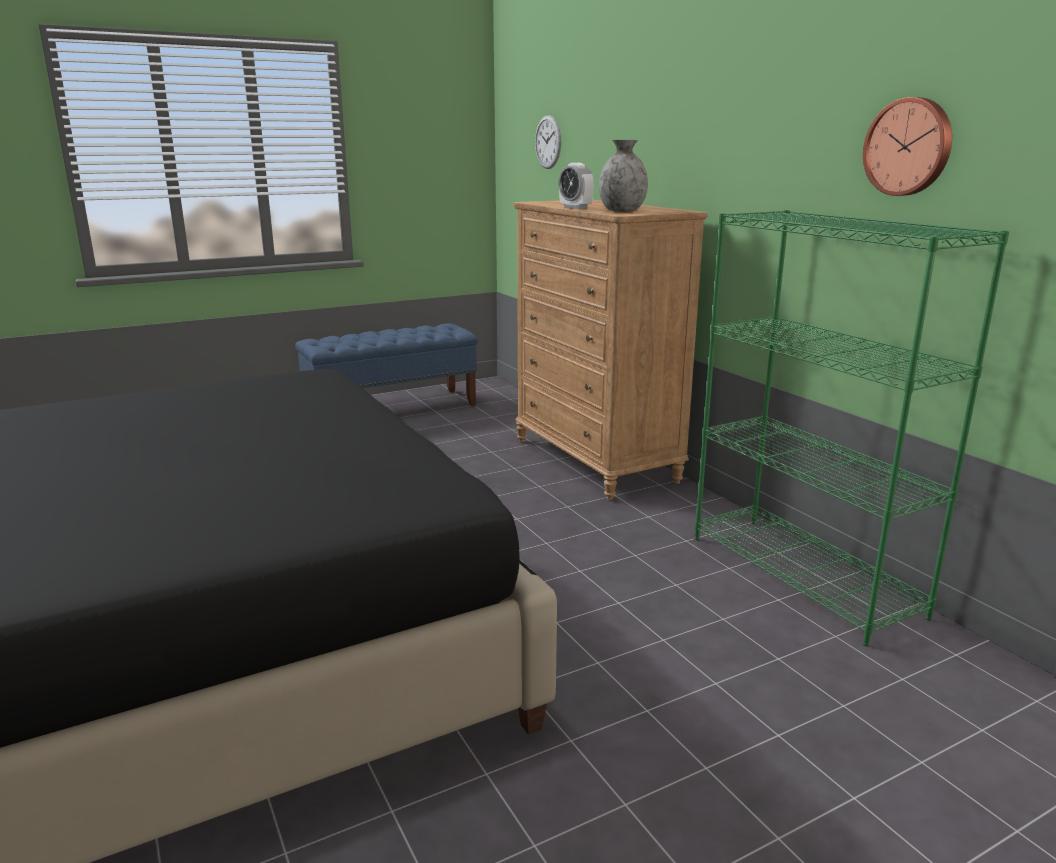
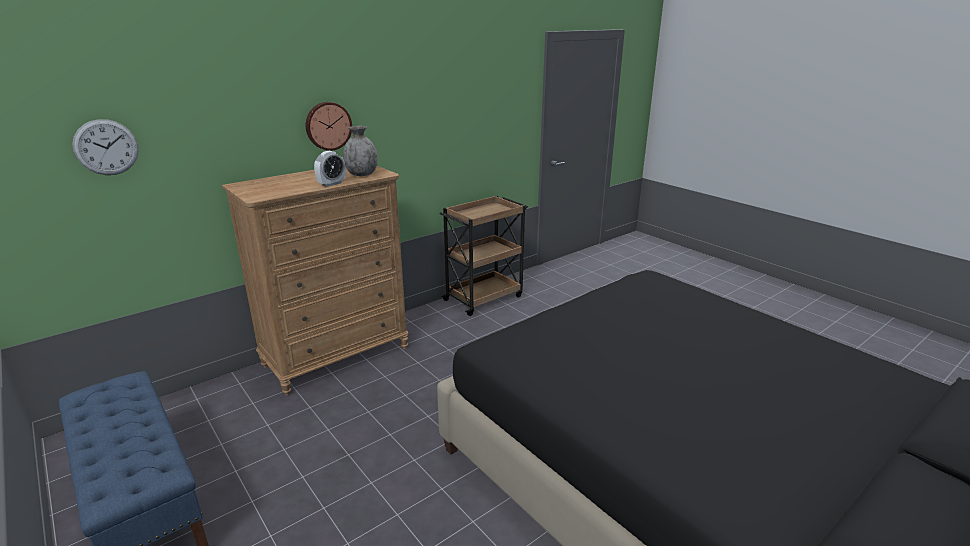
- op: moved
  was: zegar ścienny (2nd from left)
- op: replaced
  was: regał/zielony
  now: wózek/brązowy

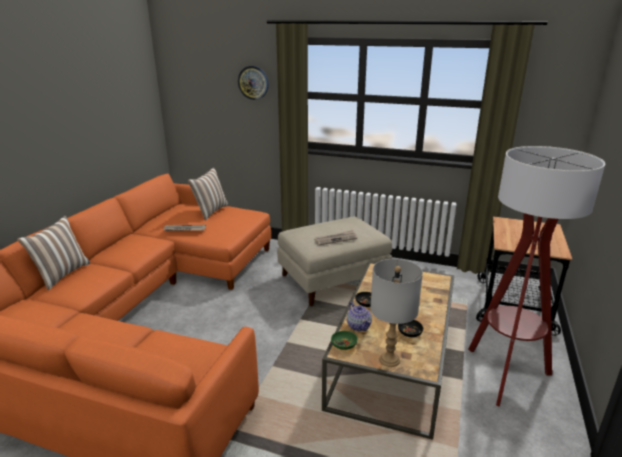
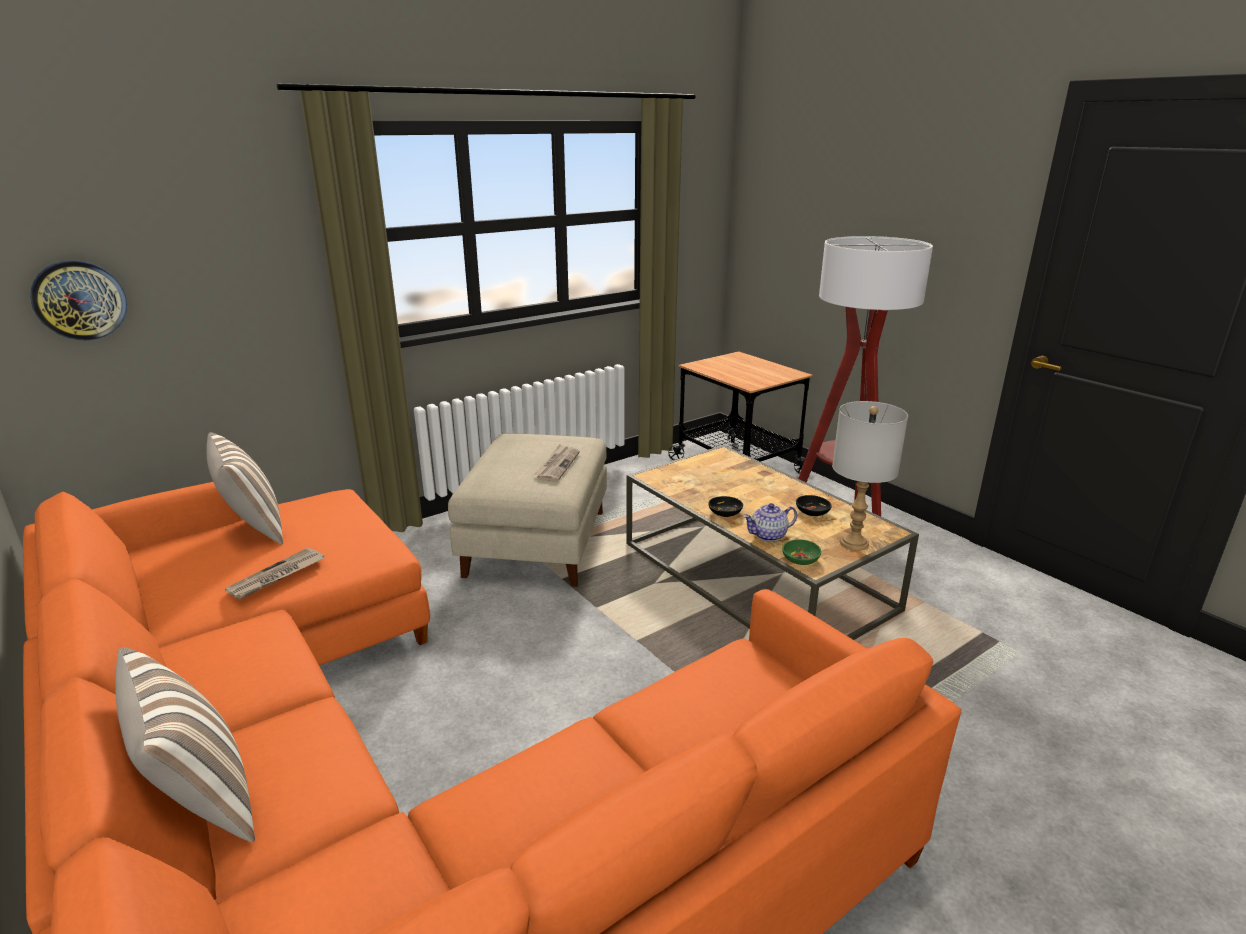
- op: moved
  was: zegar ścienny
- op: turned
  was: imbryk
  clockwise: 150

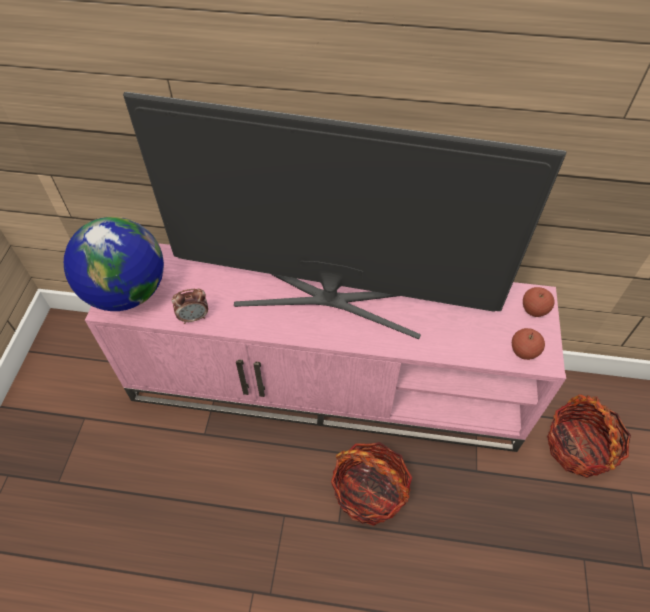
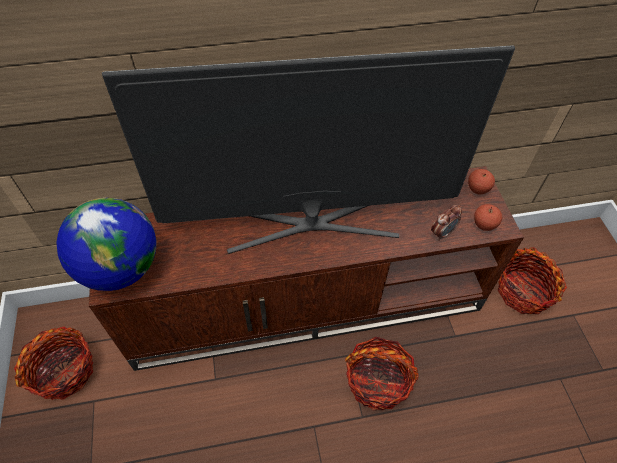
- op: added
  now: koszyk (1st from left)
- op: recoloured
  was: szafka pod telewizor/różowy
  now: szafka pod telewizor/brązowy
- op: moved
  was: budzik

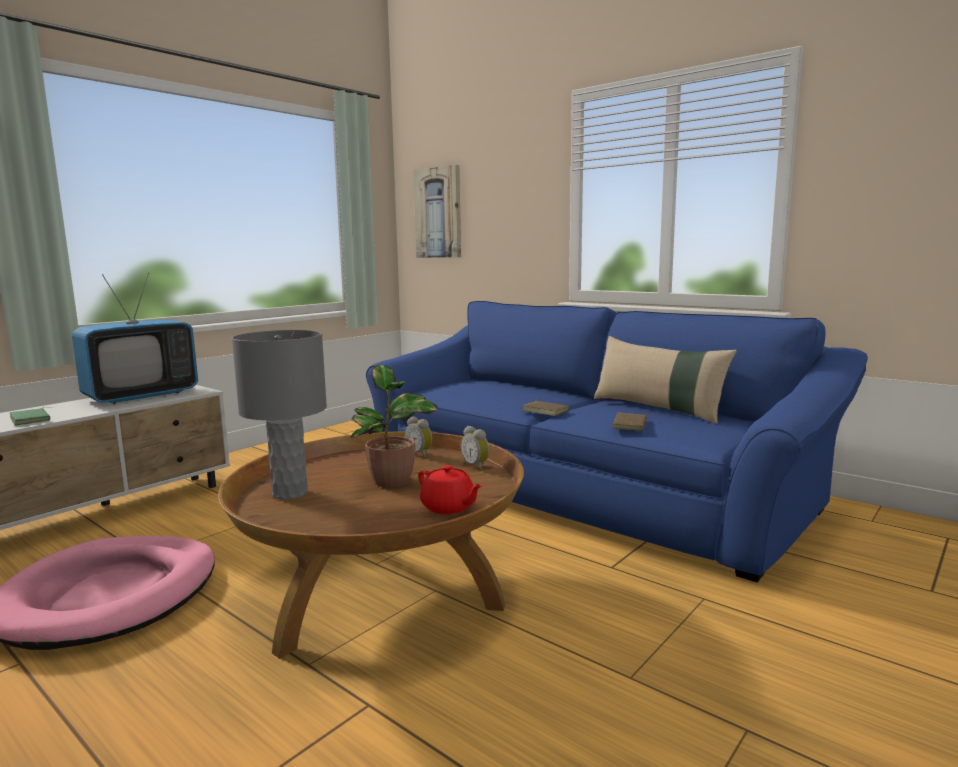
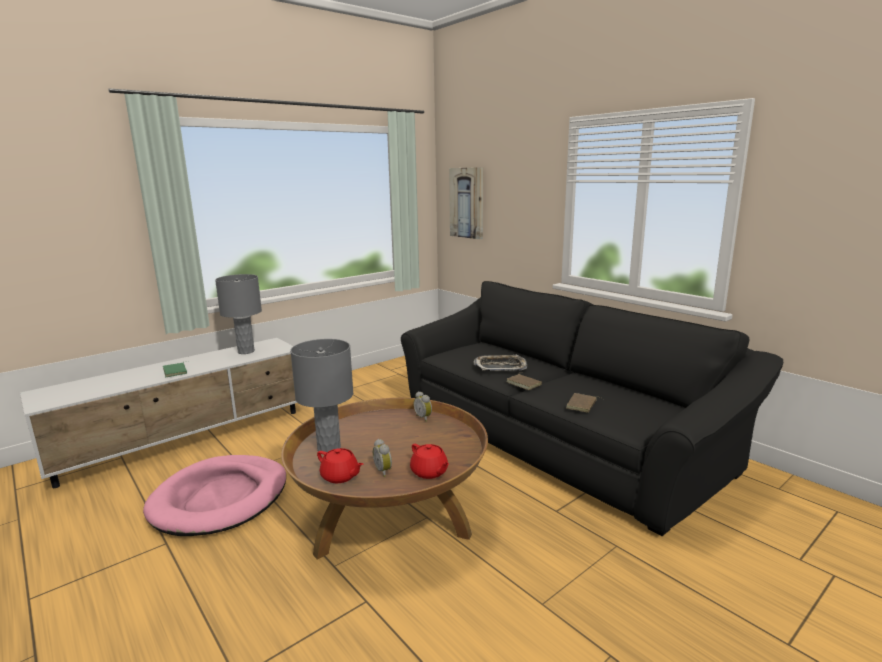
- op: replaced
  was: telewizor
  now: lampa stołowa/szary (1st from left)
- op: added
  now: imbryk/czerwony (1st from left)
- op: moved
  was: budzik (2nd from left in the first image)
  now: budzik (1st from left)
- op: recoloured
  was: kanapa/niebieski
  now: kanapa/czarny
- op: added
  now: taca
- op: removed
  was: roślina doniczkowa
- op: removed
  was: poduszka/beżowy

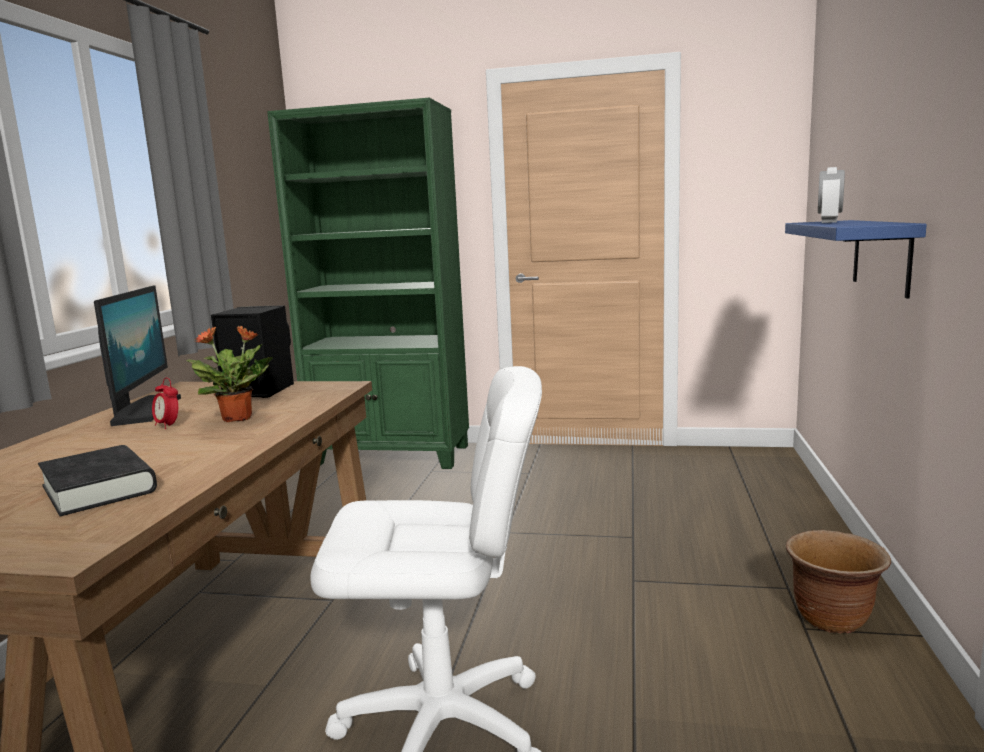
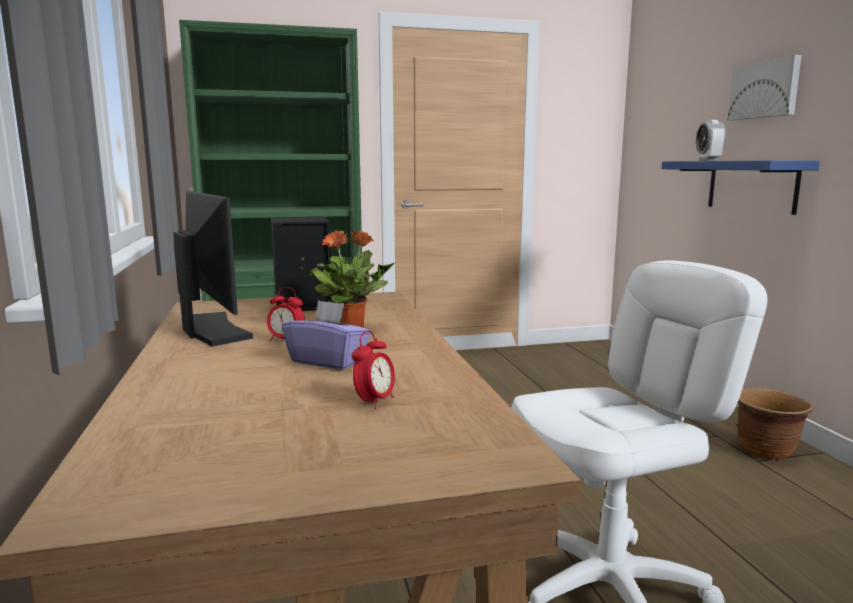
- op: added
  now: pudełko chusteczek/fioletowy
- op: replaced
  was: książka/czarny
  now: budzik (2nd from left)
- op: added
  now: obraz

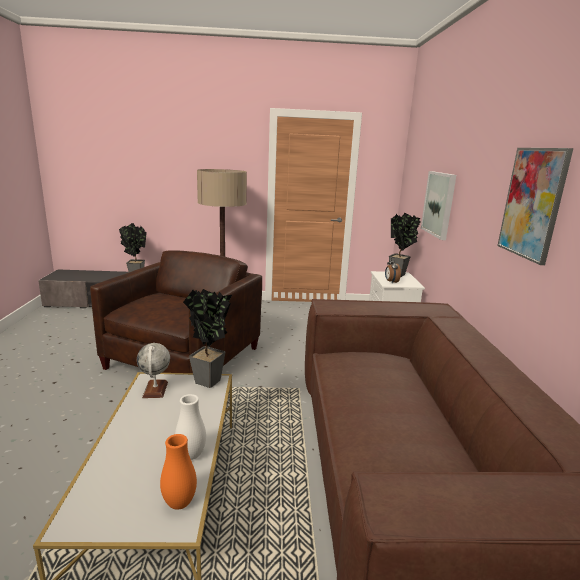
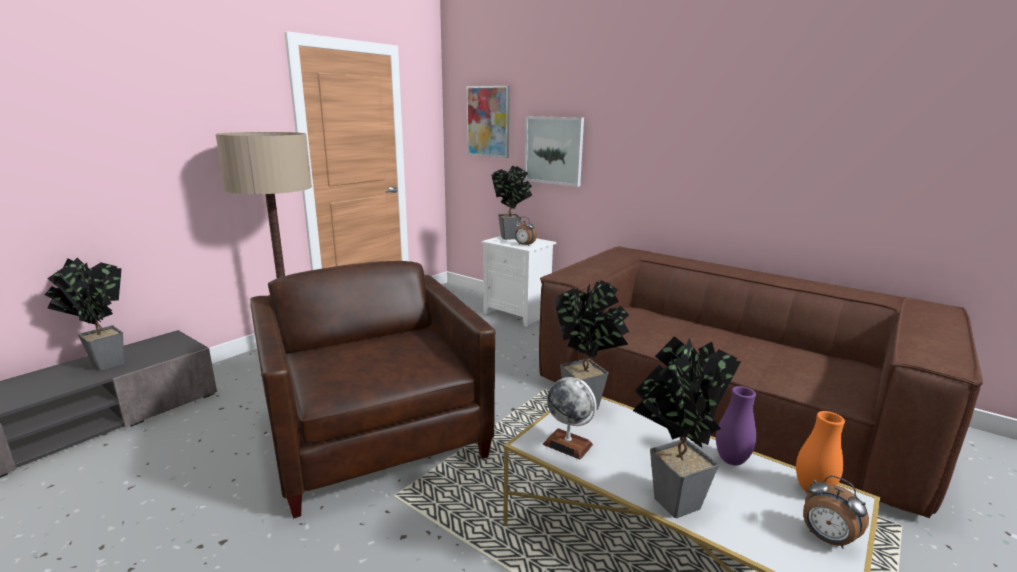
- op: moved
  was: obraz (2nd from left in the first image)
  now: obraz (1st from left)
- op: added
  now: roślina doniczkowa (4th from left)
- op: recoloured
  was: wazon/biały
  now: wazon/fioletowy
- op: added
  now: budzik (2nd from left)

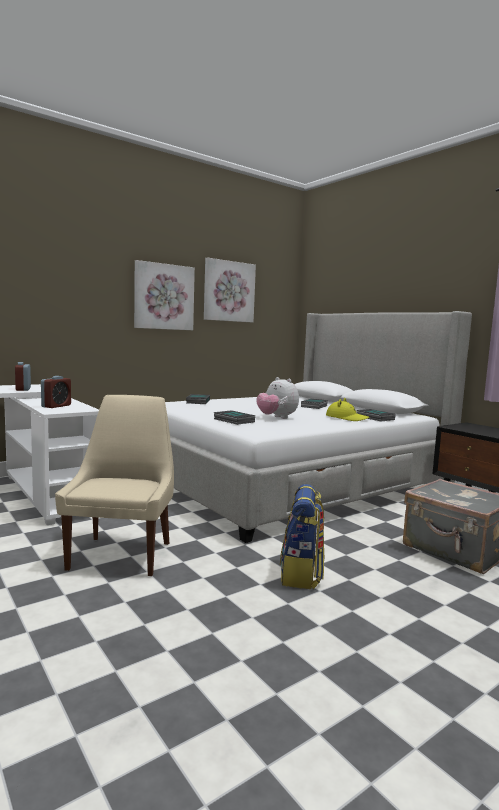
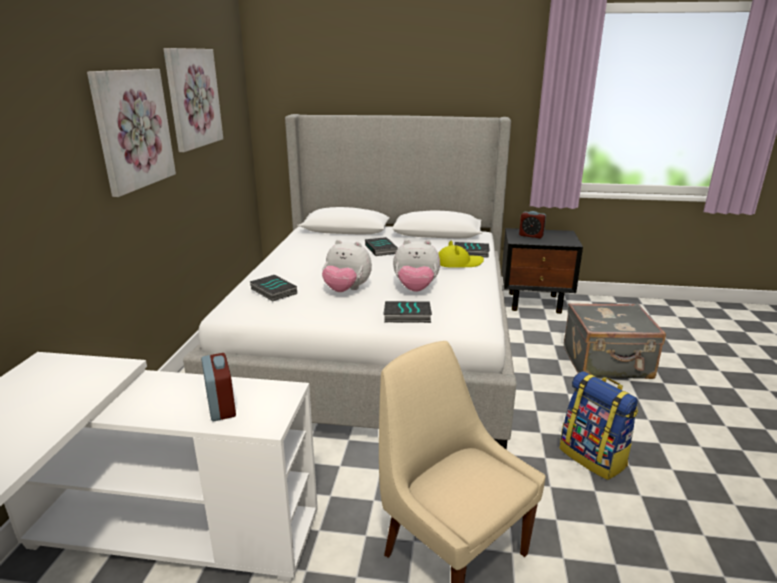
- op: added
  now: pluszak (1st from left)
- op: moved
  was: budzik (1st from left in the first image)
  now: budzik (2nd from left)

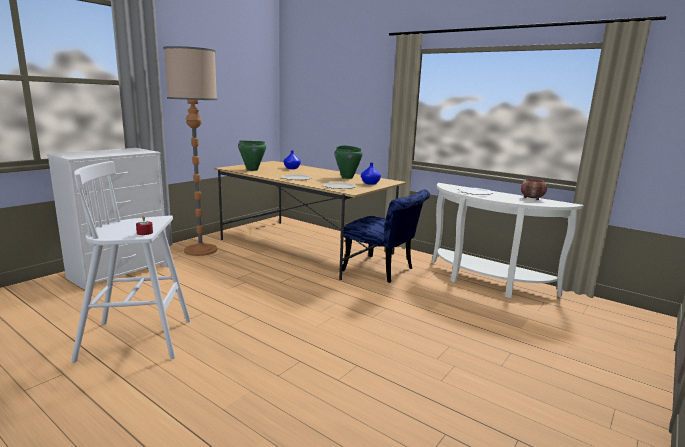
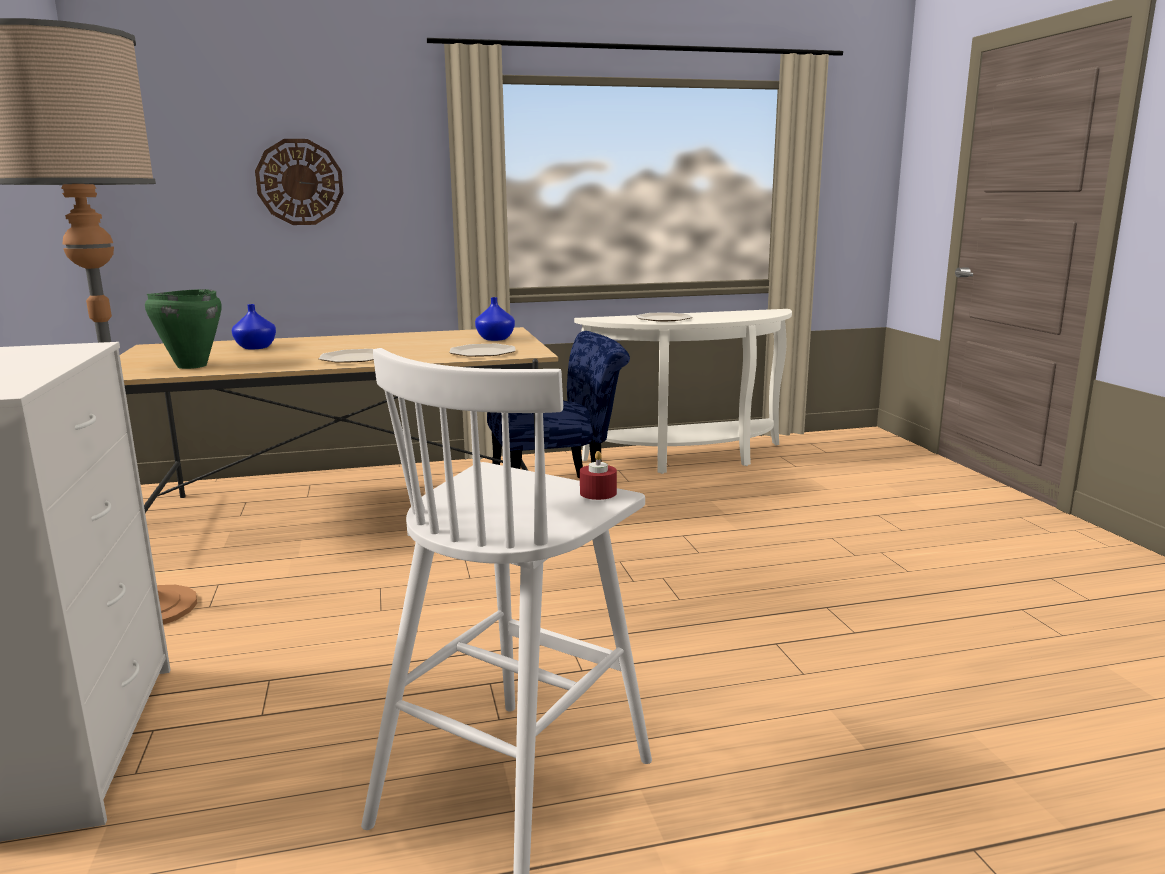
- op: added
  now: zegar ścienny
- op: removed
  was: garnek/zielony (2nd from left)
- op: removed
  was: miska

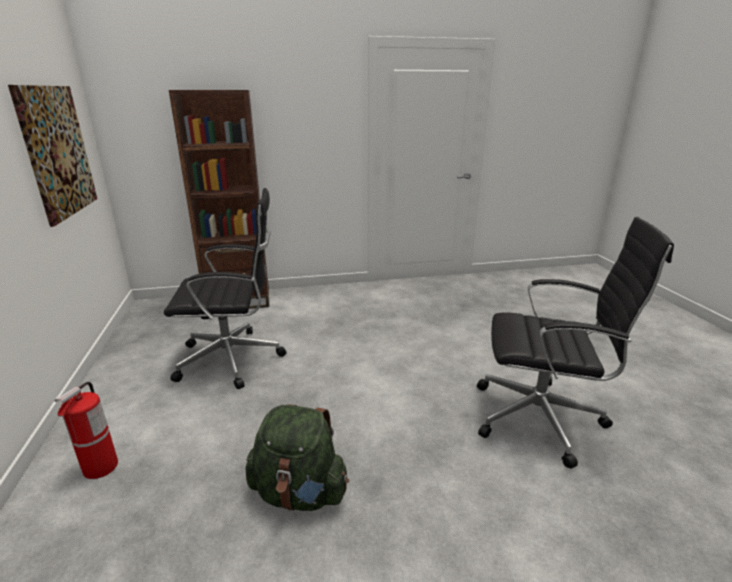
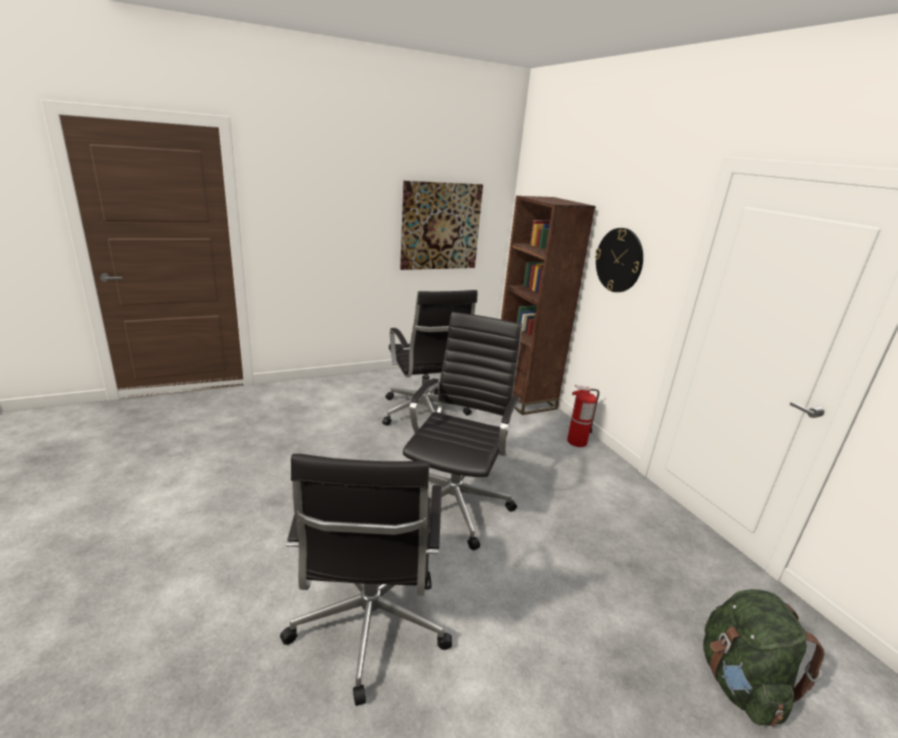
- op: added
  now: krzesło biurowe/czarny (3rd from left)
- op: moved
  was: gaśnica
- op: added
  now: zegar ścienny
- op: moved
  was: plecak/zielony

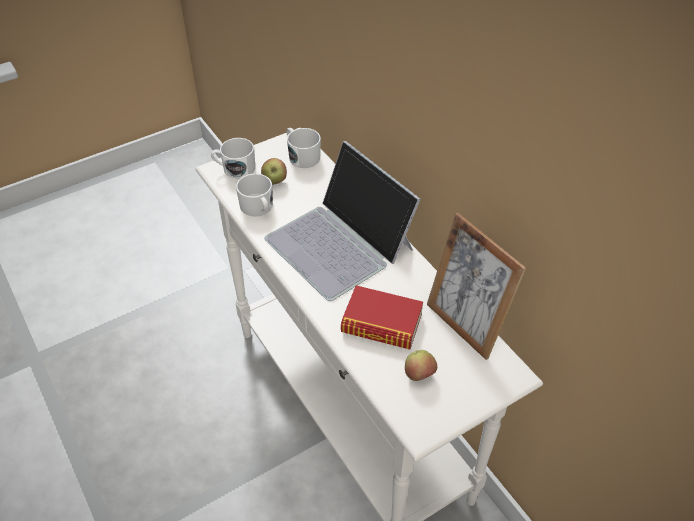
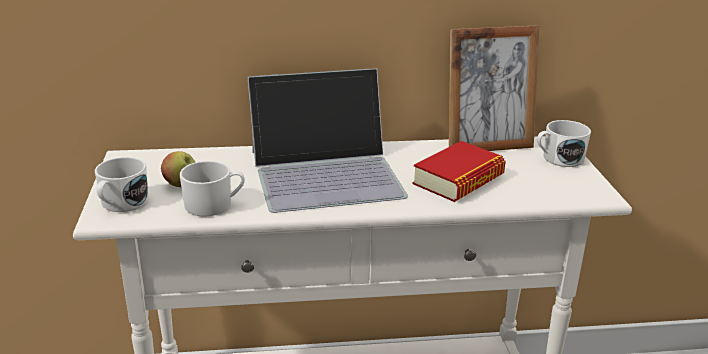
- op: moved
  was: kubek/biały (3rd from left)
- op: removed
  was: jabłko (2nd from left)

